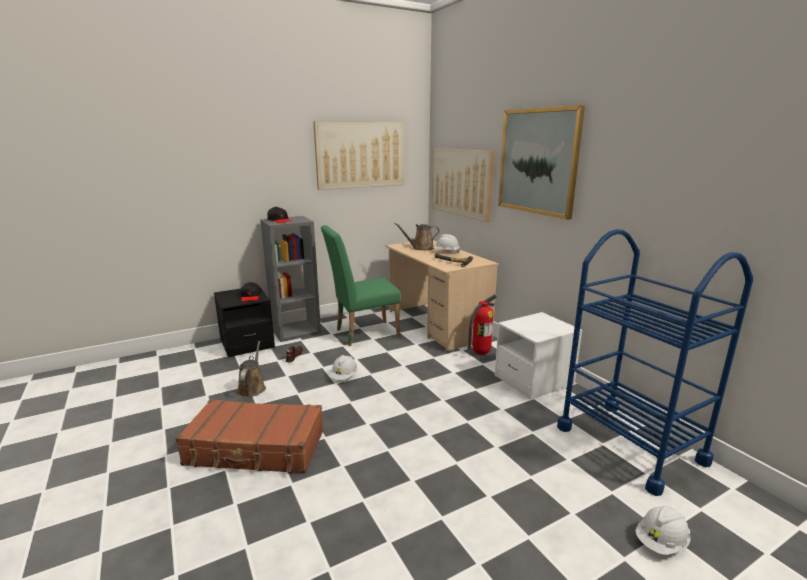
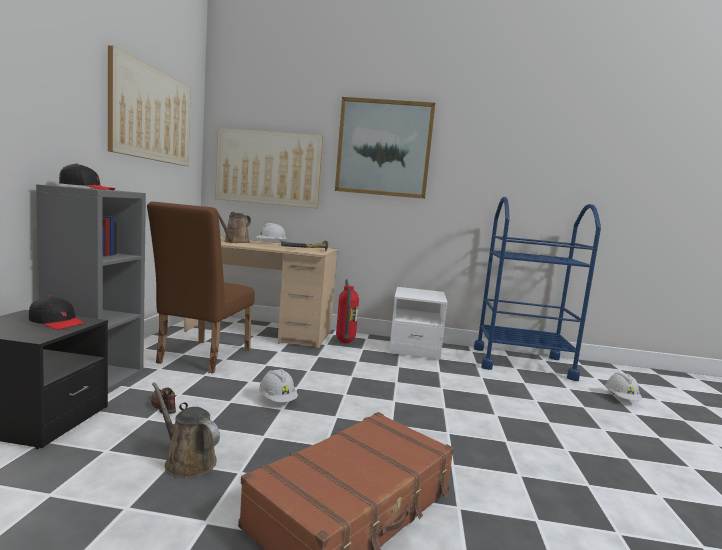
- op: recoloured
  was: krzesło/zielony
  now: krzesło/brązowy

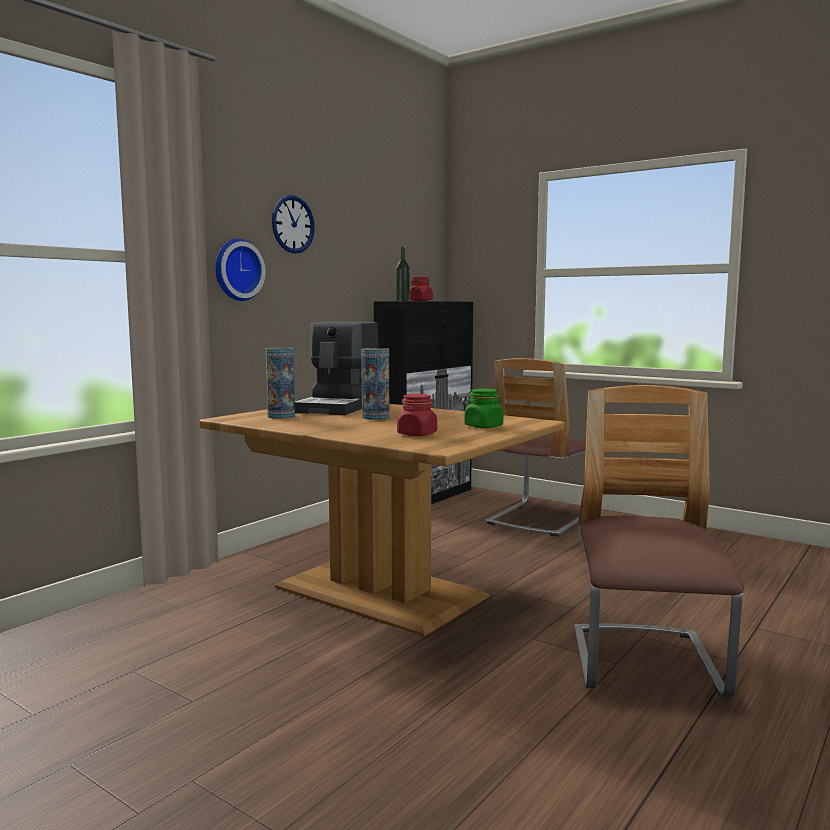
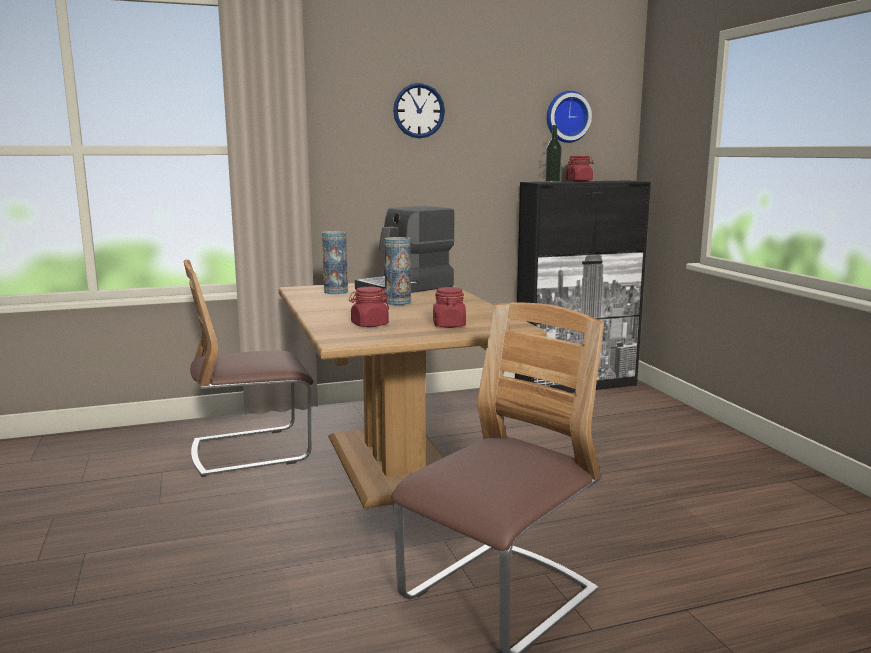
- op: moved
  was: krzesło (1st from left)
- op: recoloured
  was: słoik/zielony
  now: słoik/czerwony (2nd from left)
- op: moved
  was: zegar ścienny (1st from left in the first image)
  now: zegar ścienny (2nd from left)

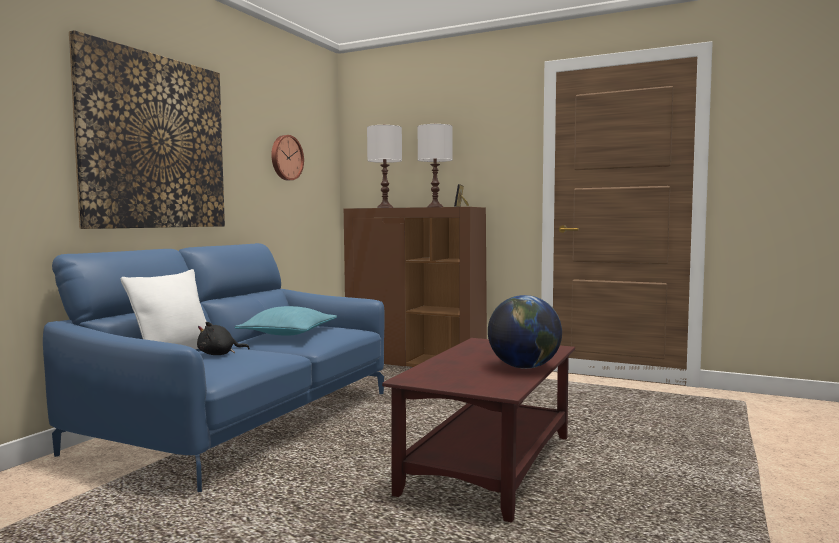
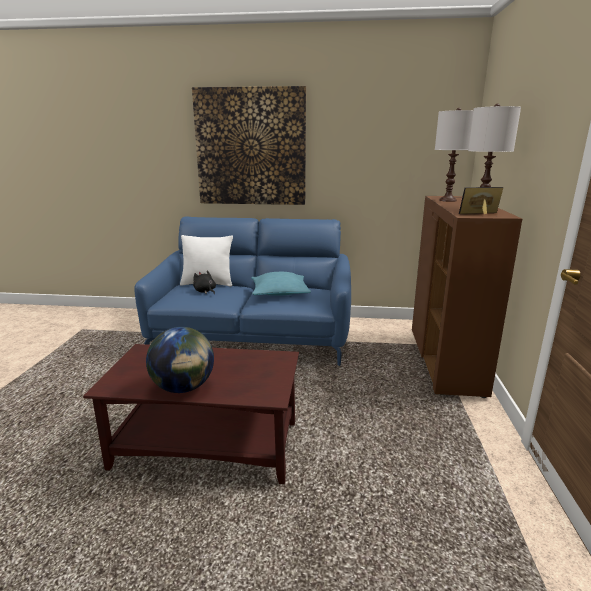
- op: removed
  was: zegar ścienny

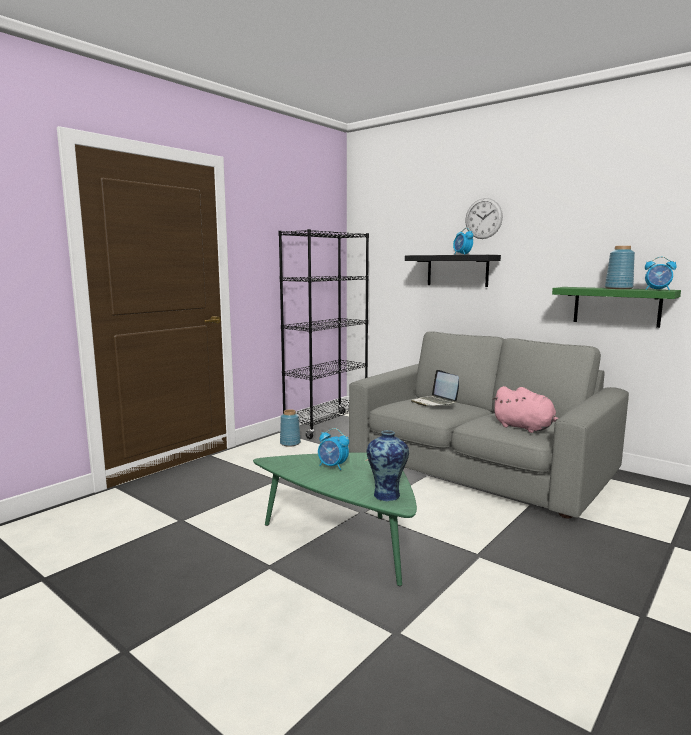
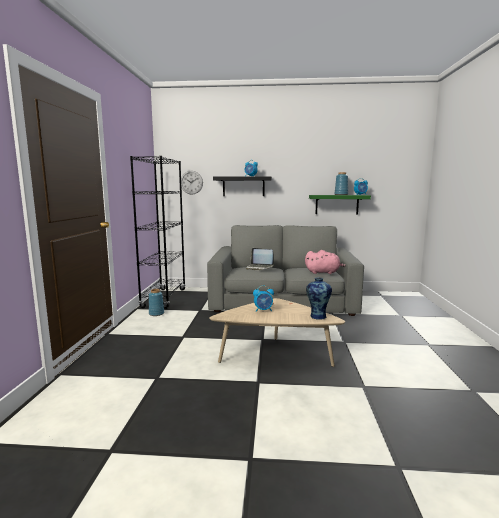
- op: moved
  was: zegar ścienny
- op: recoloured
  was: ława/zielony
  now: ława/beżowy

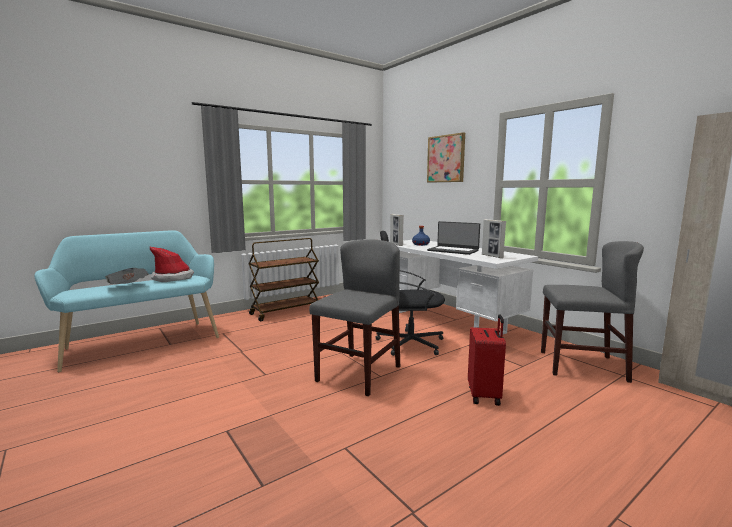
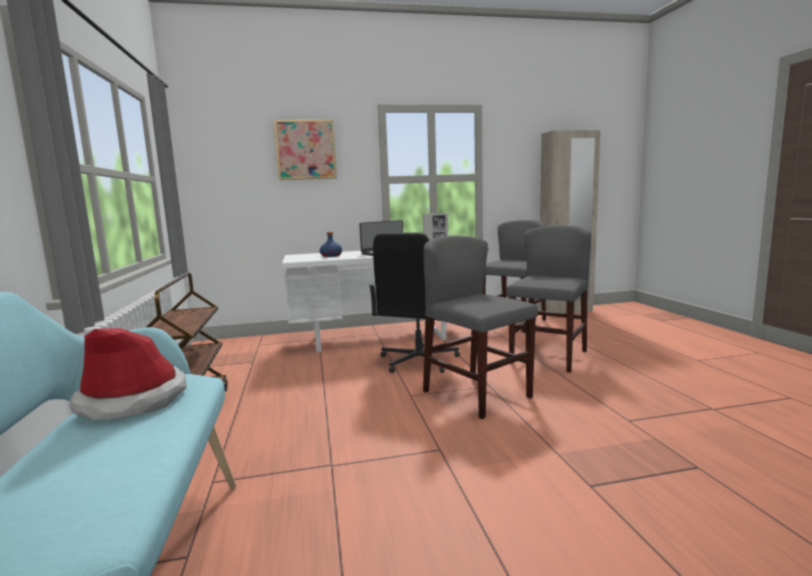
- op: replaced
  was: walizka/czerwony
  now: krzesło/szary (3rd from left)
- op: removed
  was: gazeta
- op: removed
  was: ramka na zdjęcie (1st from left)

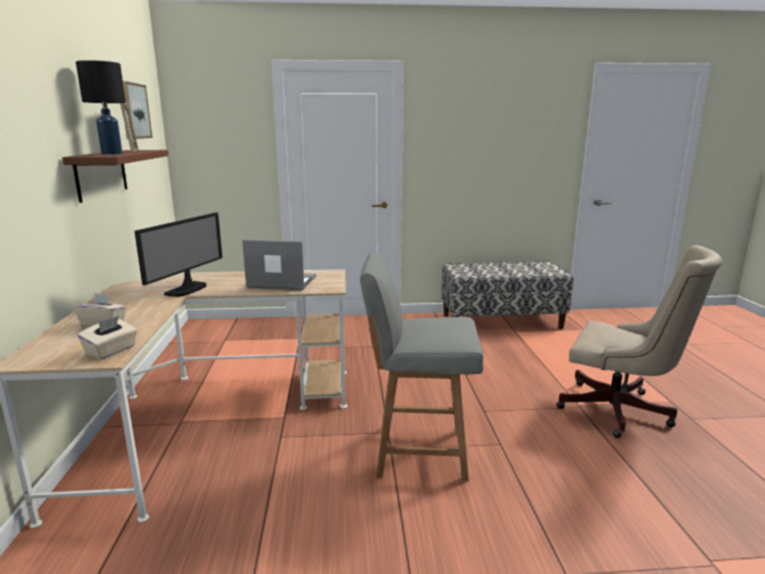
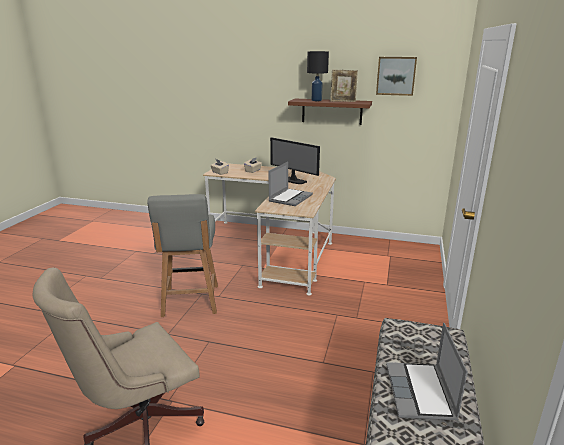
- op: turned
  was: krzesło/szary
  clockwise: 150
- op: added
  now: laptop (2nd from left)

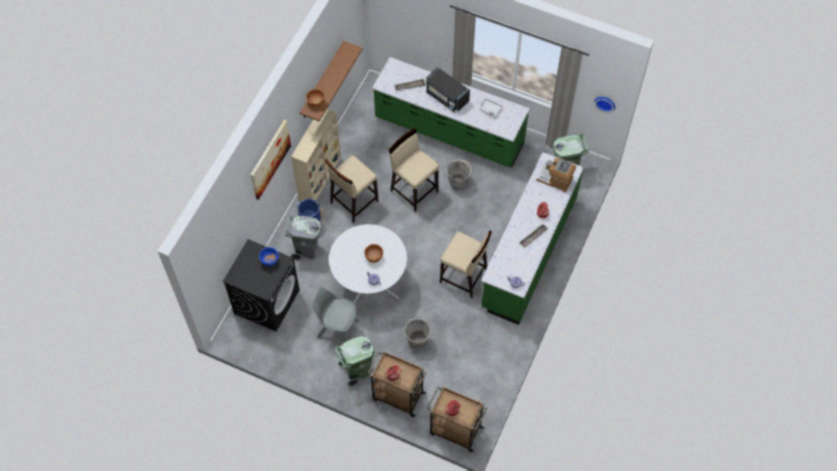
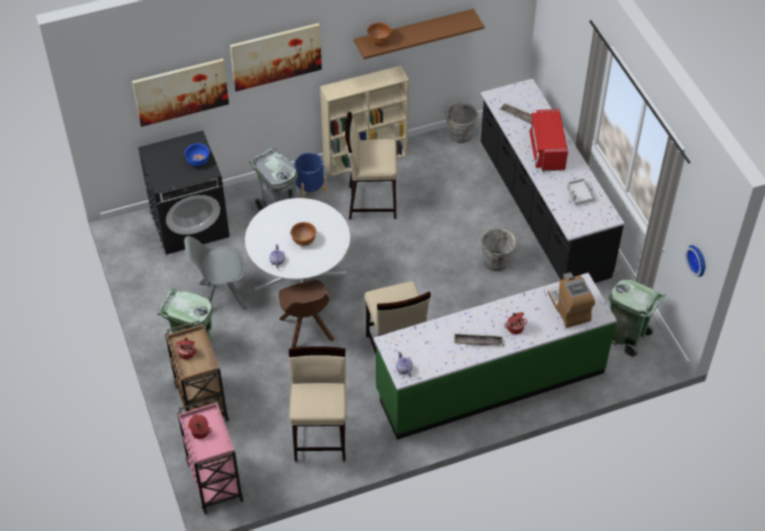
- op: added
  now: obraz (1st from left)
- op: recoloured
  was: wózek/brązowy (2nd from left)
  now: wózek/różowy
- op: turned
  was: krzesło/szary
  clockwise: -75
- op: added
  now: krzesło/brązowy
- op: moved
  was: stołek/beżowy (2nd from left in the first image)
  now: stołek/beżowy (1st from left)
- op: moved
  was: wiadro/szary (1st from left)
- op: recoloured
  was: zabudowa kuchenna/zielony (1st from left)
  now: zabudowa kuchenna/czarny
- op: recoloured
  was: mikrofalówka/czarny
  now: mikrofalówka/czerwony

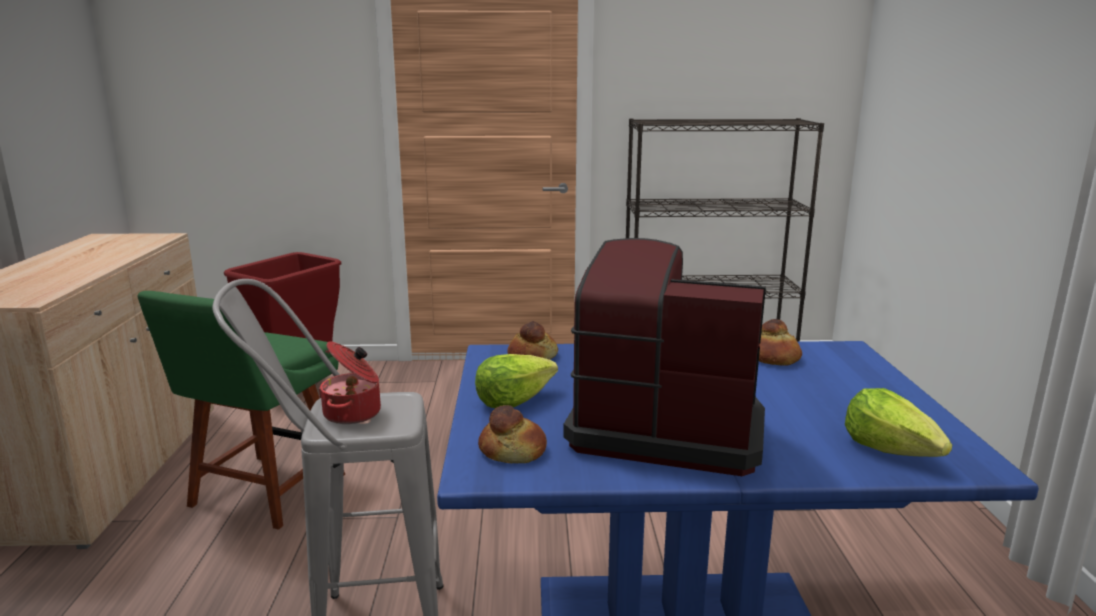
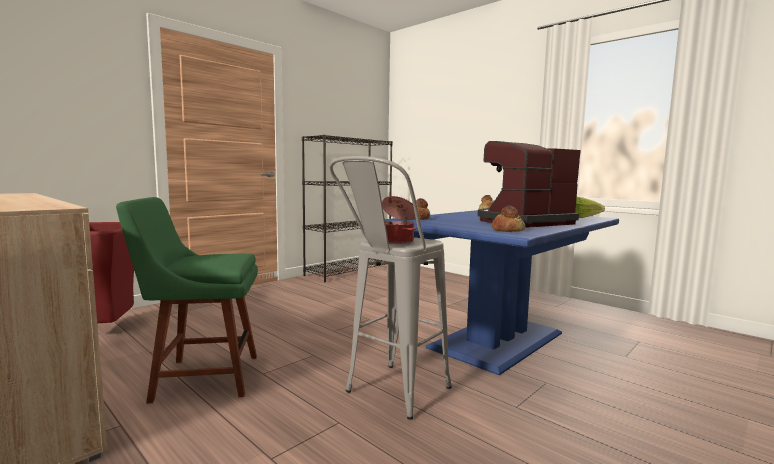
- op: turned
  was: krzesło/zielony
  clockwise: 105
- op: removed
  was: sałata (1st from left)

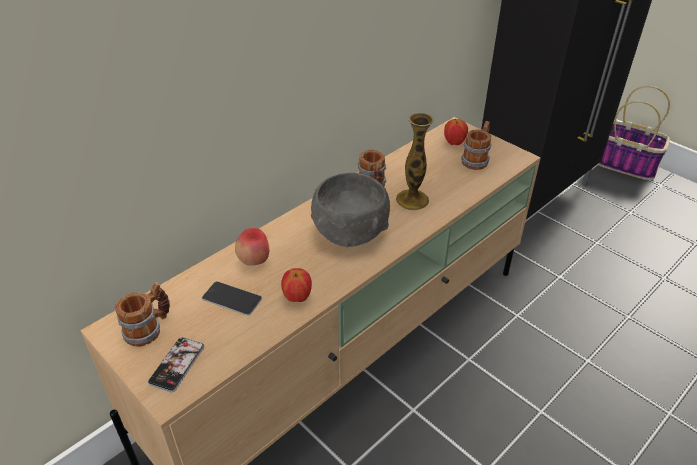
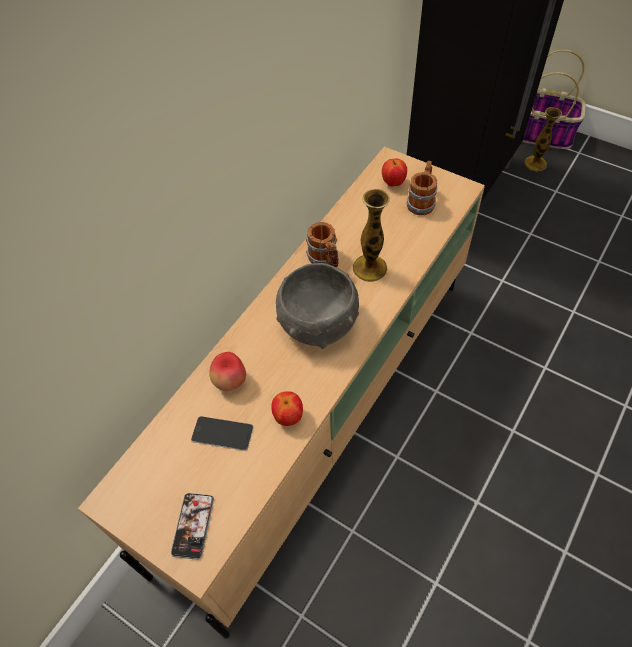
- op: added
  now: wazon (2nd from left)
- op: removed
  was: kubek (1st from left)

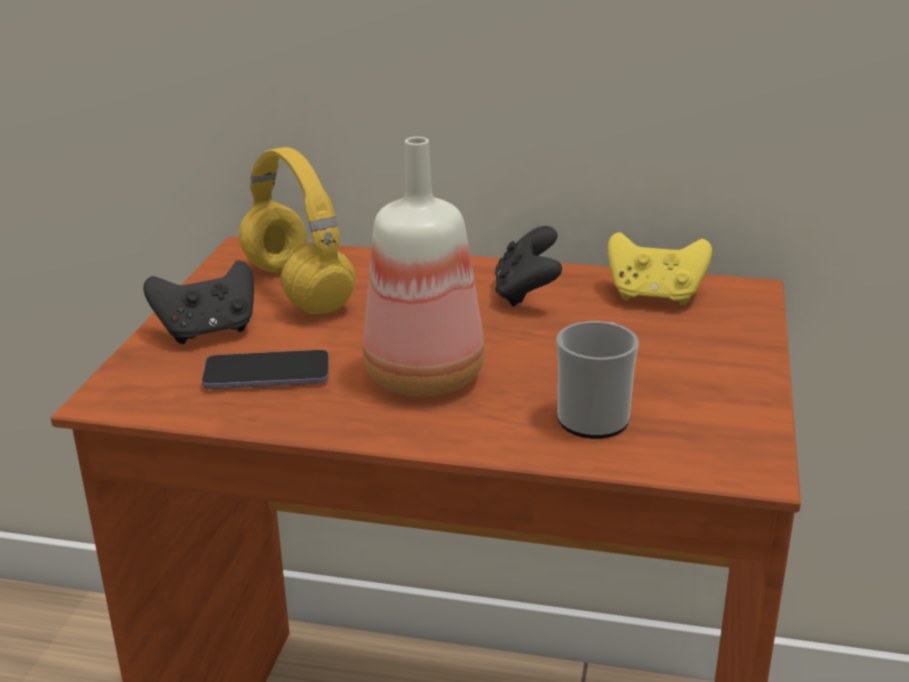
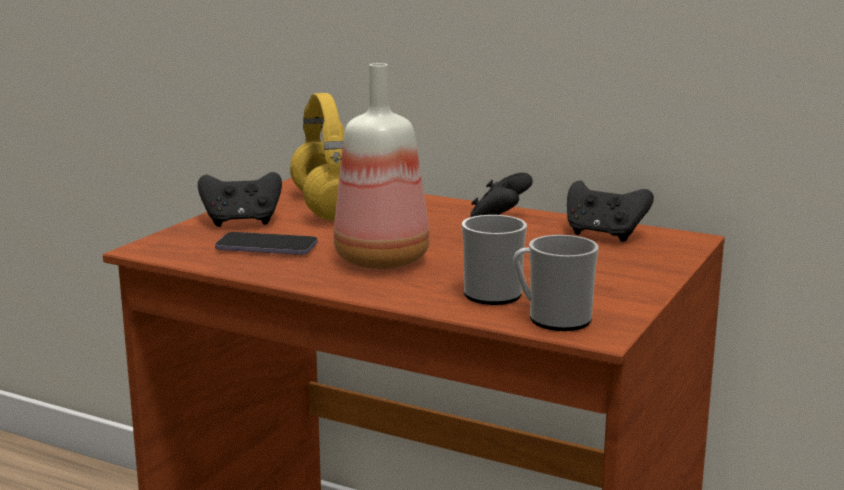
- op: added
  now: kubek (2nd from left)
- op: recoloured
  was: pad do gier/żółty
  now: pad do gier/czarny (3rd from left)

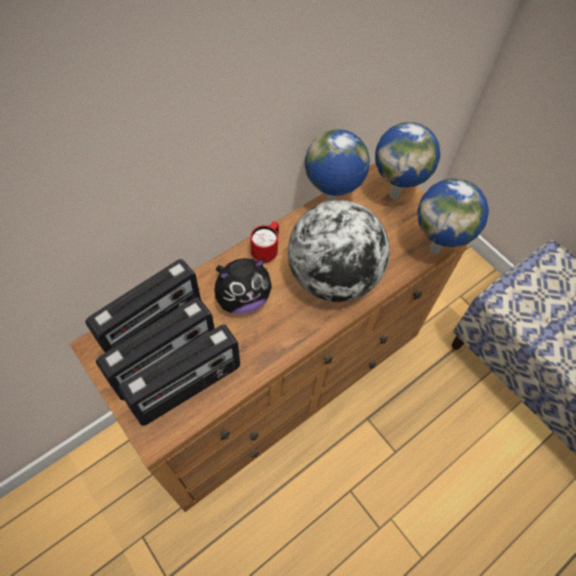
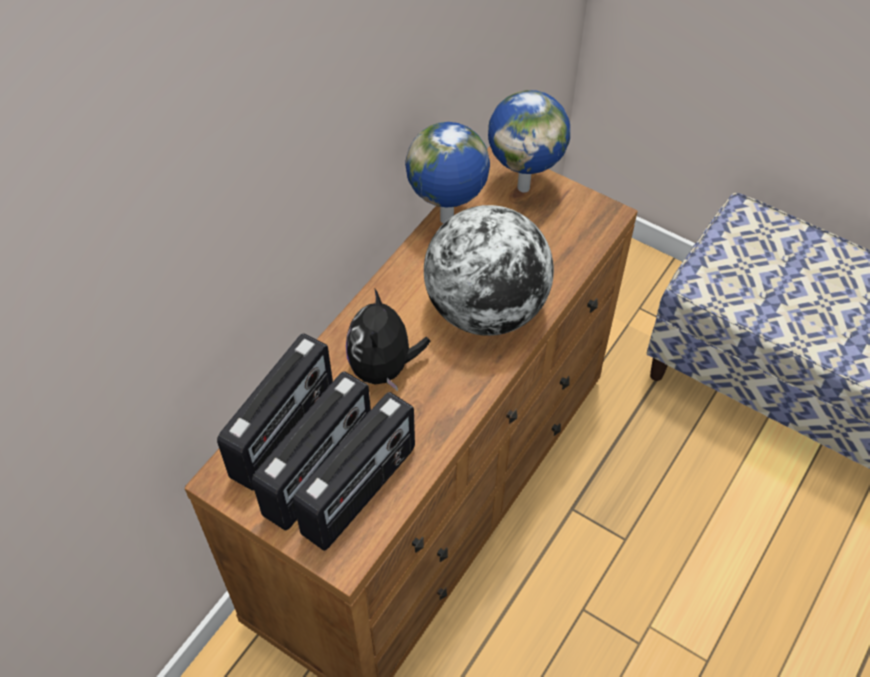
- op: turned
  was: pluszak
  clockwise: 135
- op: removed
  was: kubek/czerwony
- op: removed
  was: globus (4th from left)

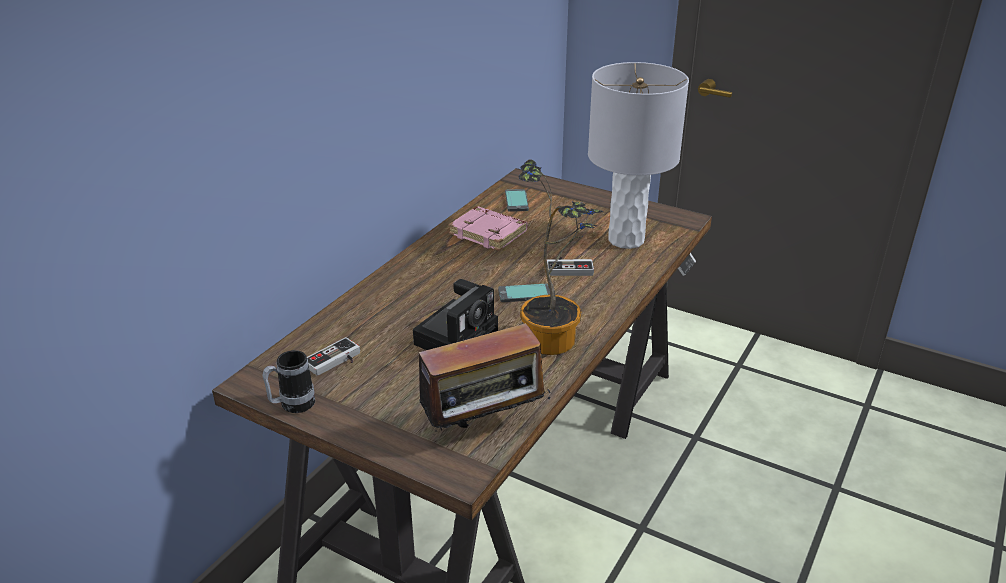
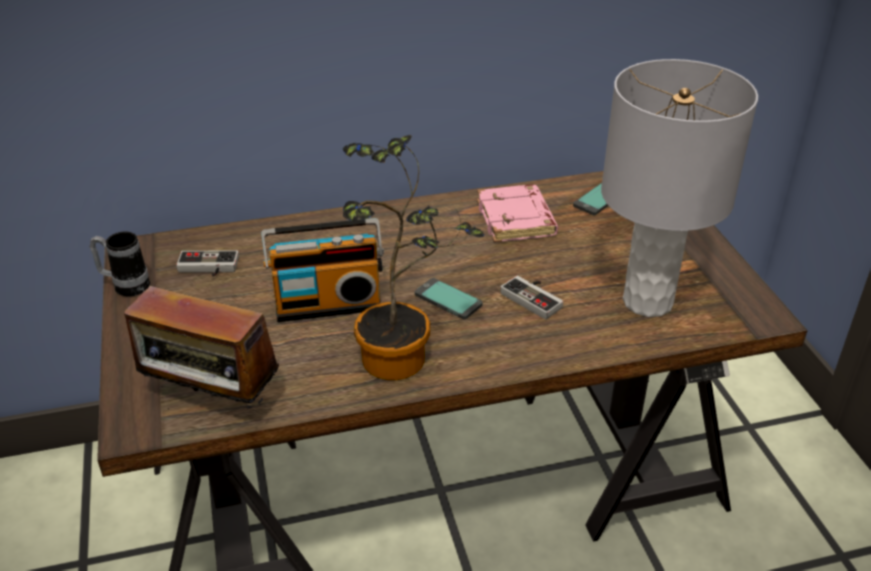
- op: replaced
  was: aparat fotograficzny
  now: radio (2nd from left)

